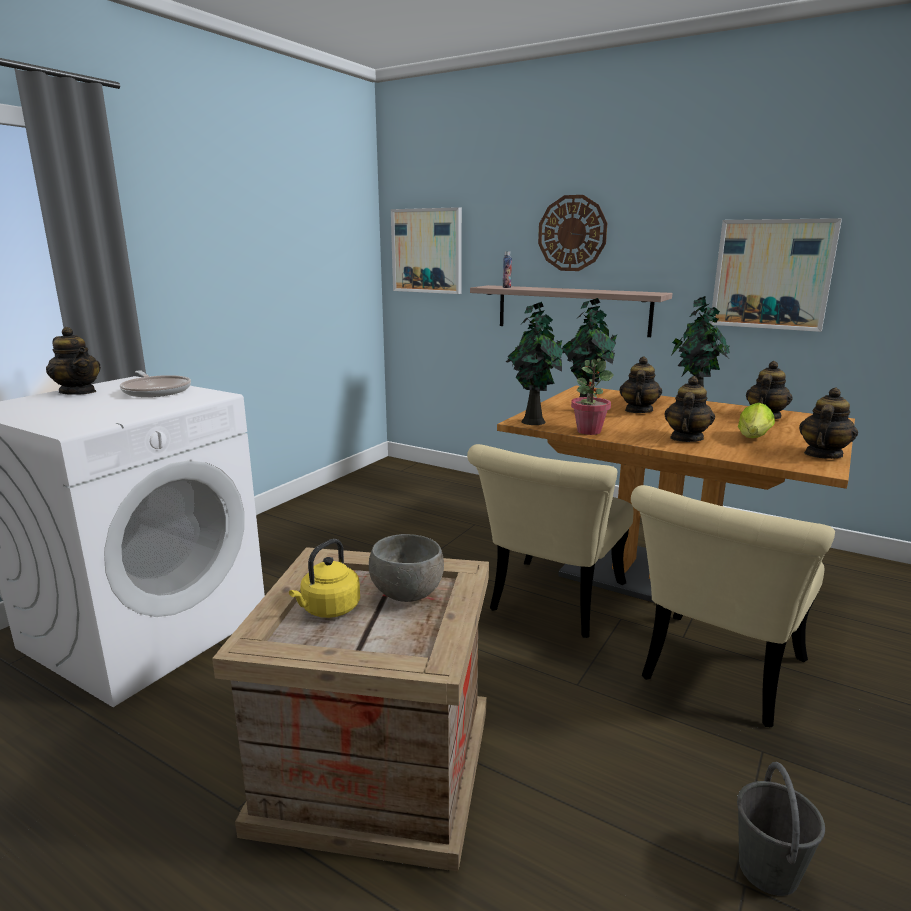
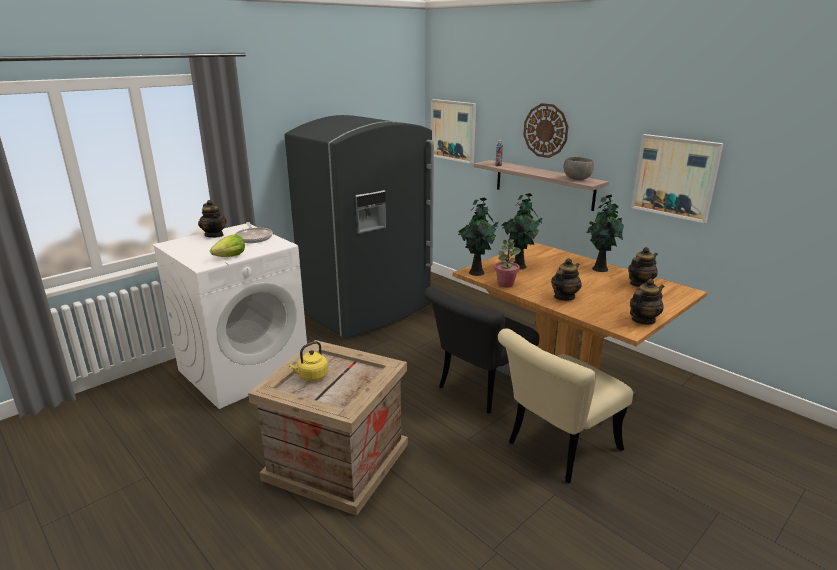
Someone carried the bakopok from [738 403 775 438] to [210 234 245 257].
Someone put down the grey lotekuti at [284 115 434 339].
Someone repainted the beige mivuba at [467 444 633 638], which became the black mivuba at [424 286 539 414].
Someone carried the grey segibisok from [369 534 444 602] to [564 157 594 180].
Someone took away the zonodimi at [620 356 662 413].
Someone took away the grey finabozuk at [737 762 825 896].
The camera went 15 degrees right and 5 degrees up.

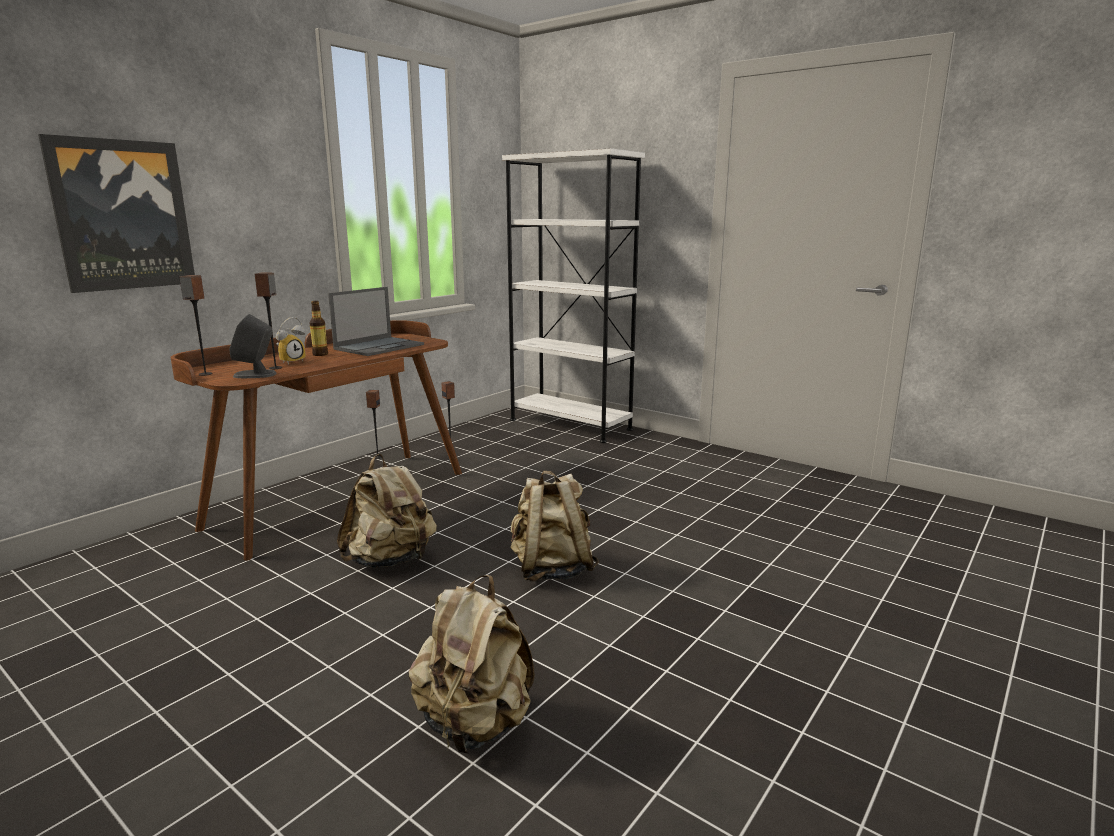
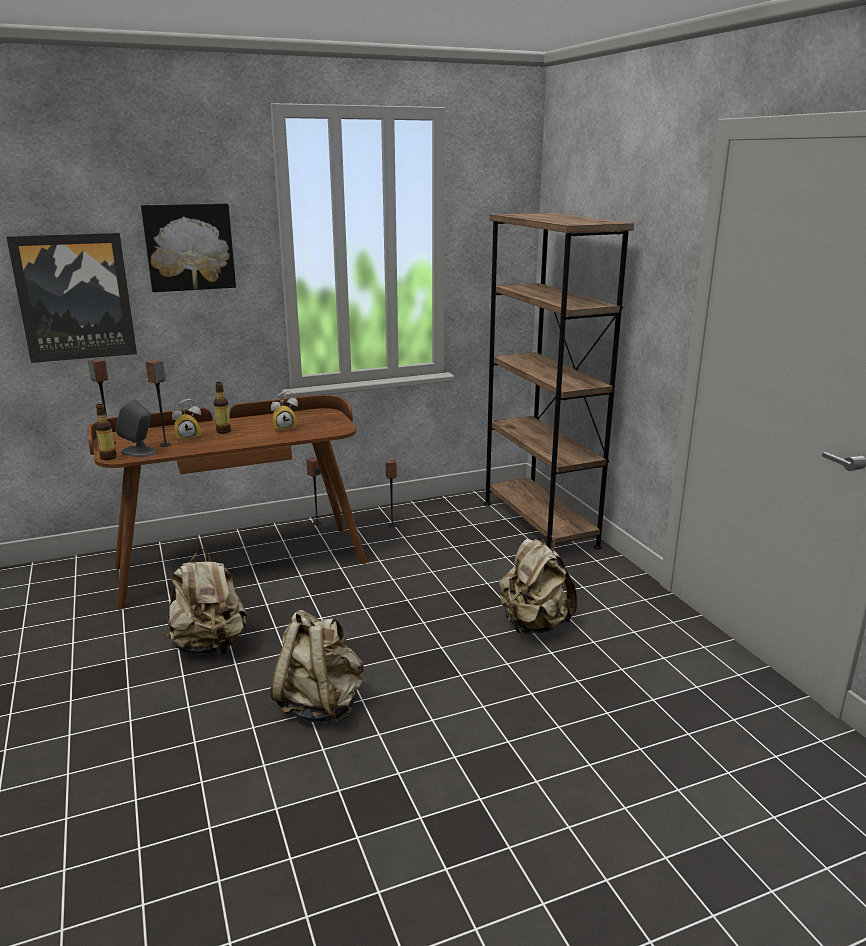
Someone put down the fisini at [95 404 117 460].
Someone put up the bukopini at [141 203 236 292].
Someone swapped the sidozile at [328 287 424 356] for the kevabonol at [271 391 298 432].
Someone repainted the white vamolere at [502 148 645 443], which became the brown vamolere at [484 213 634 550].
Someone carried the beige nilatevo from [408 575 535 754] to [499 536 577 634].
The camera went 30 degrees right and 5 degrees up.

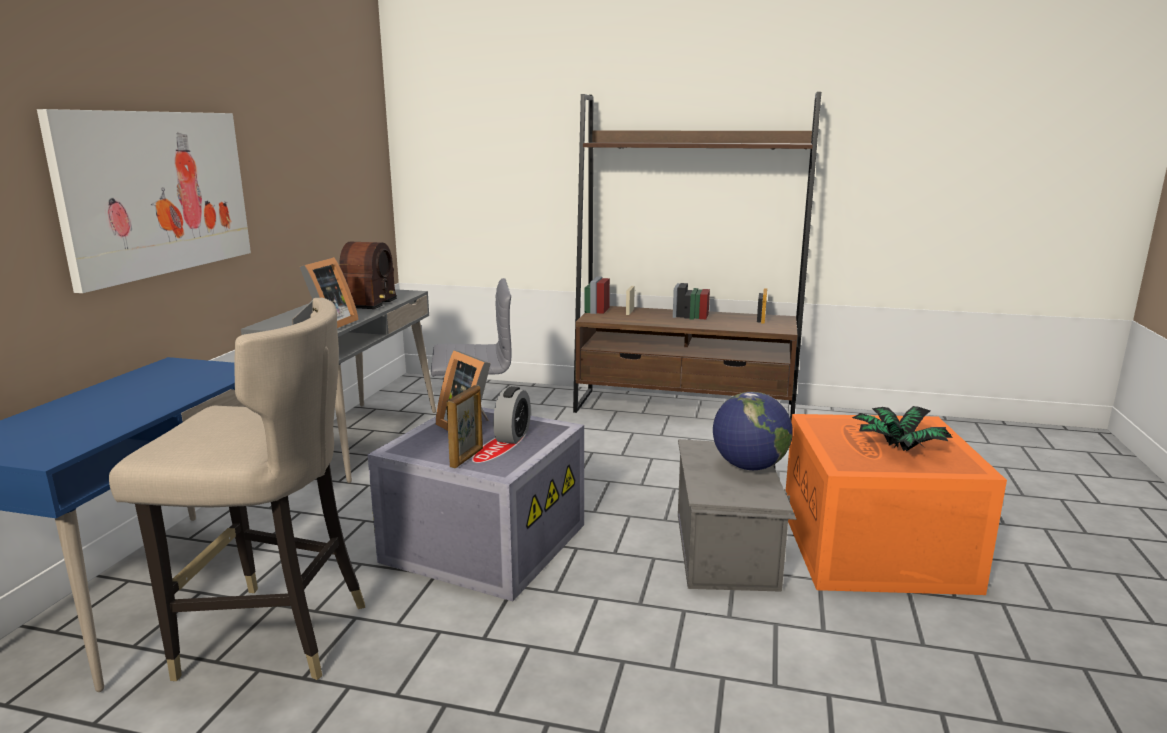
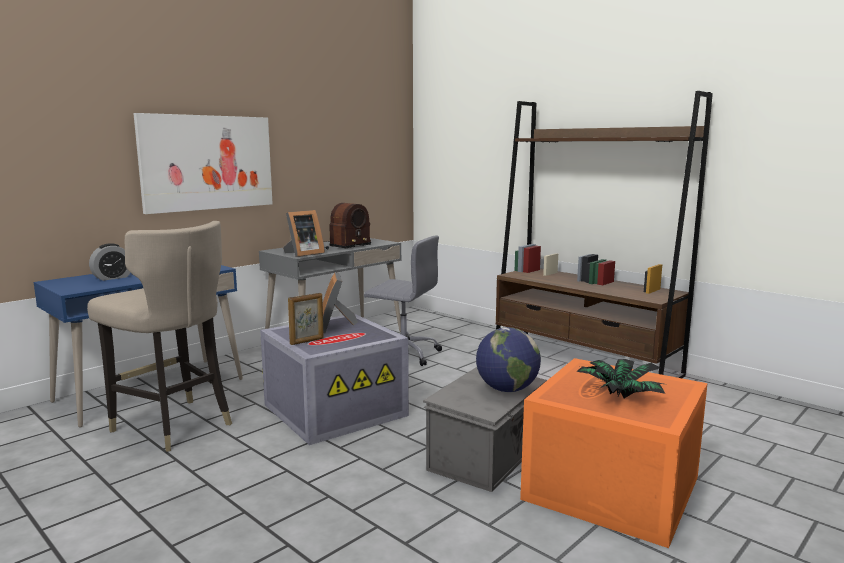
Someone carried the kevabonol from [493 386 531 444] to [89 243 130 281].
The camera went 30 degrees right and 5 degrees down.

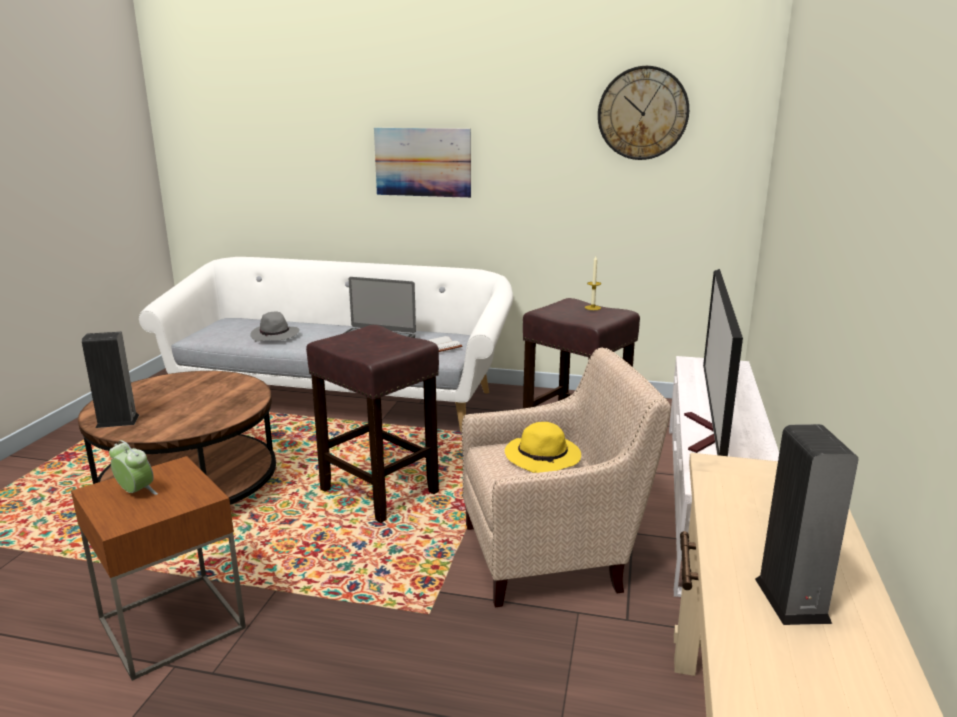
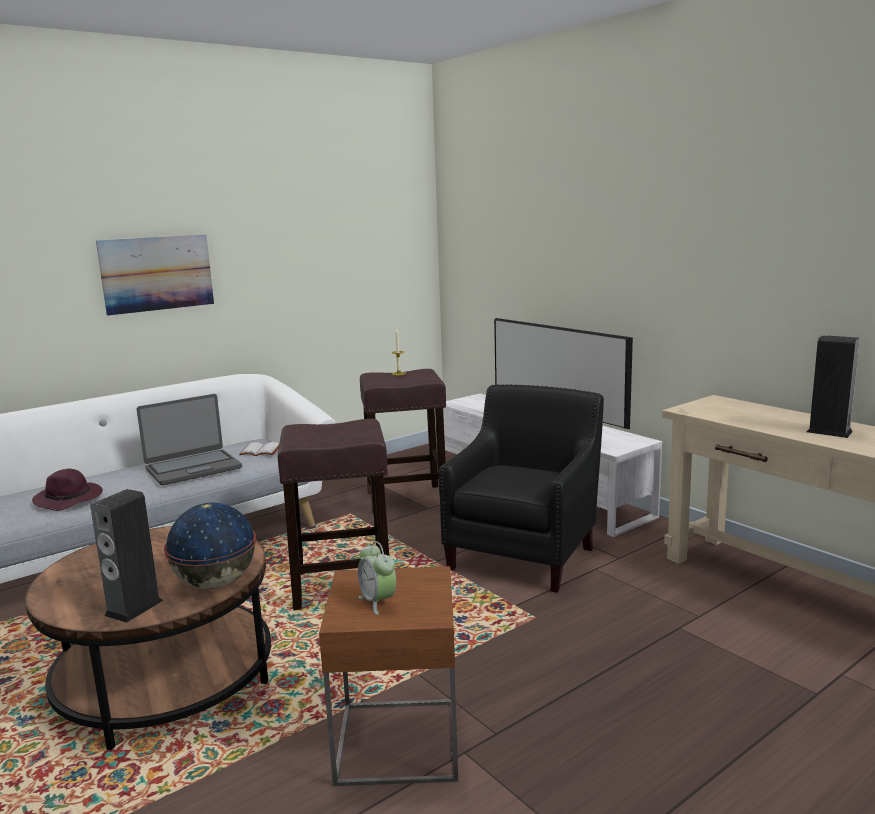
Someone repainted the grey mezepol at [250 311 299 342], which became the purple mezepol at [32 469 103 511].
Someone put down the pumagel at [164 502 256 589].
Someone rotated the kevabonol at [109 440 158 495] by 105 degrees counterclockwise.
Someone repainted the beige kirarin at [461 347 671 608], which became the black kirarin at [439 384 604 593].
Someone took away the yellow mezepol at [505 422 581 473].
Someone took away the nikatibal at [598 66 689 160].
The camera went 50 degrees left and 5 degrees down.

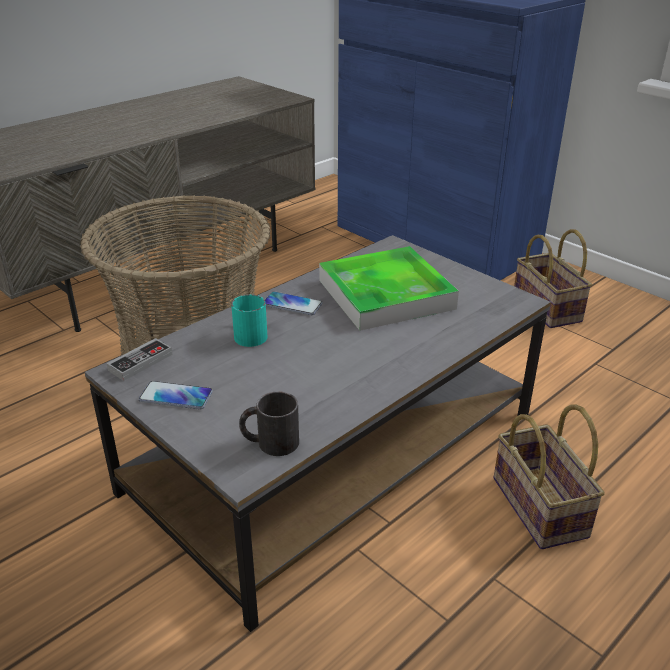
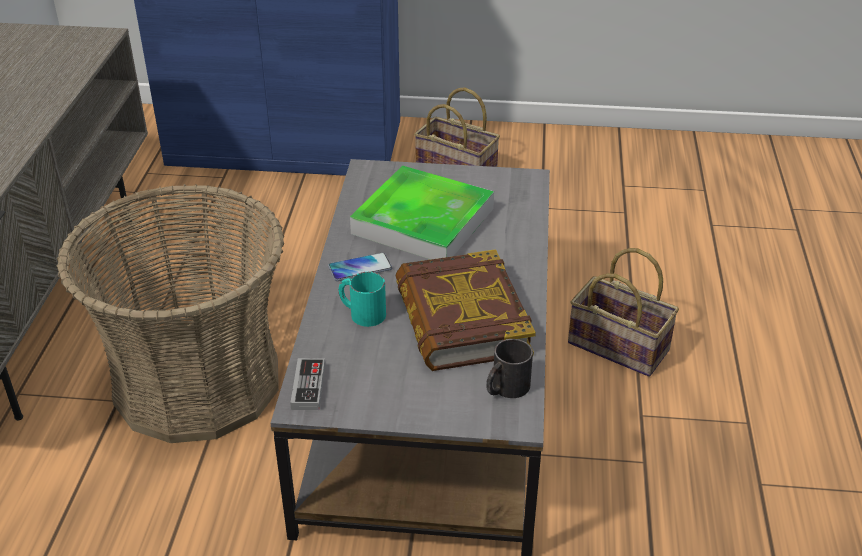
Someone put down the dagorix at [396 249 536 371].
Someone took away the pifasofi at [139 381 213 410].
The camera went 40 degrees left and 5 degrees up.

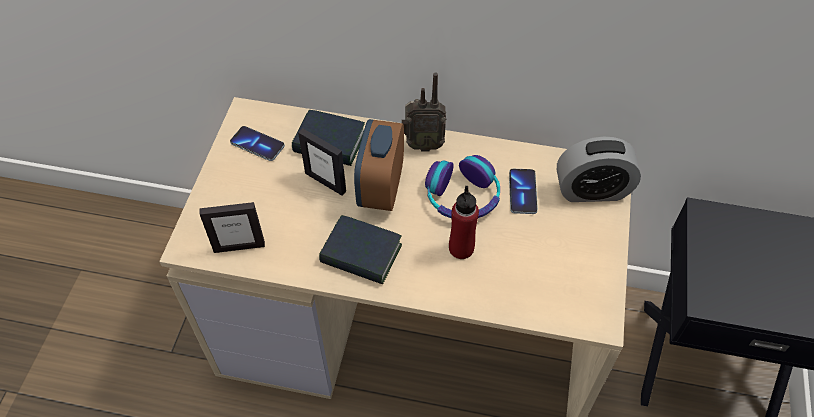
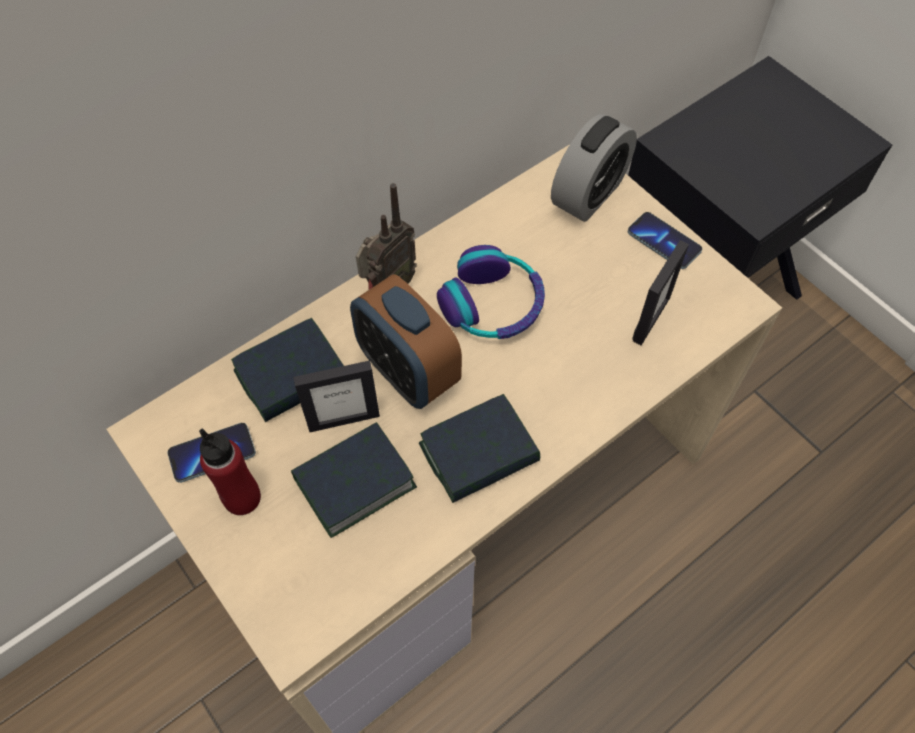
Someone carried the red fisini from [449 186 479 259] to [199 428 261 515].
Someone put down the dagorix at [291 422 417 538].
Someone carried the pifasofi from [509 169 538 214] to [628 212 702 269].
Someone carried the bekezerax from [200 202 265 253] to [632 240 689 345].
The camera went 50 degrees left and 5 degrees up.

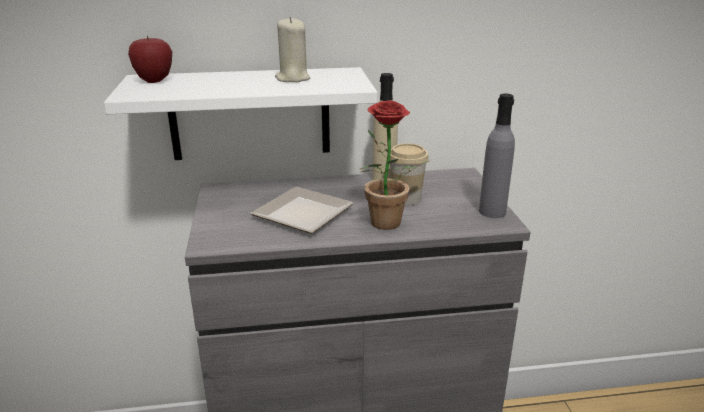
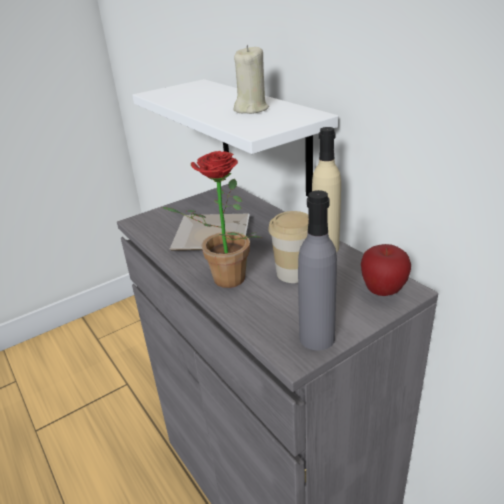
Someone carried the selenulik from [128 36 172 83] to [361 244 411 296].
The camera went 65 degrees right and 5 degrees up.

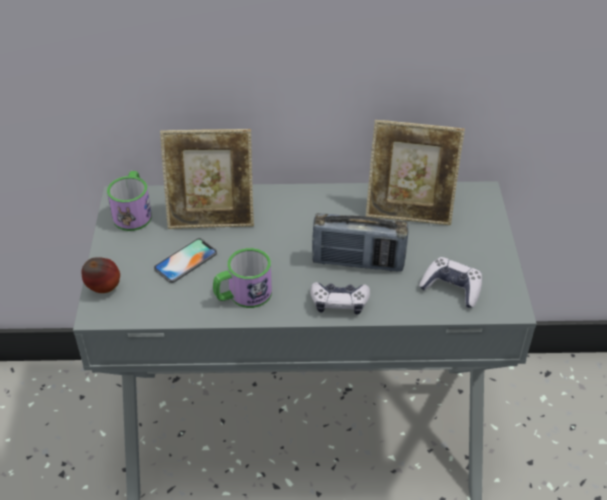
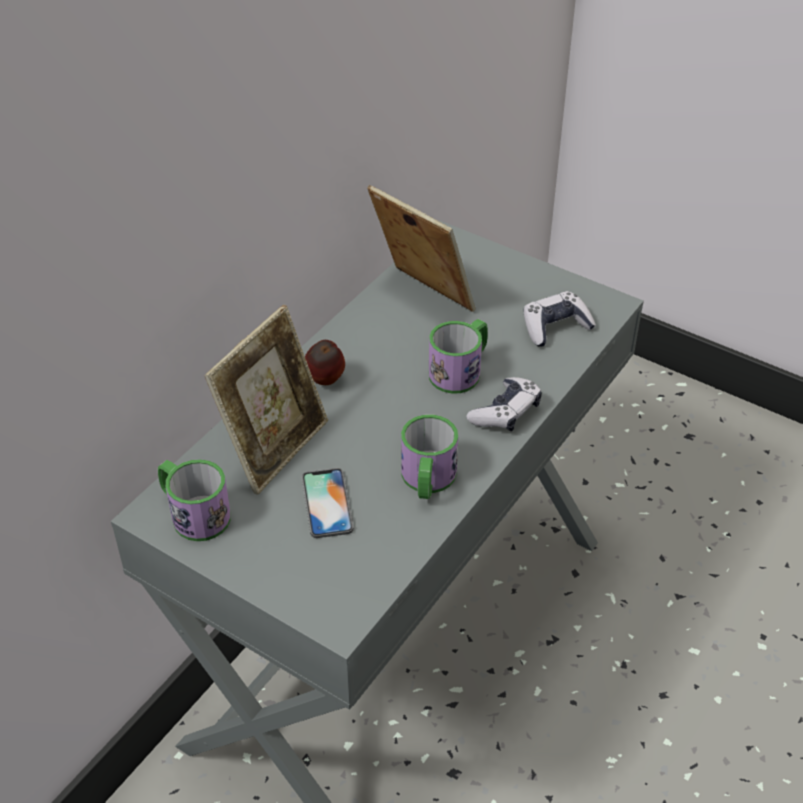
Someone carried the selenulik from [81 257 120 293] to [305 340 345 385].
Someone rotated the bekezerax at [366 120 465 225] by 90 degrees counterclockwise.
Someone swapped the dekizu at [312 213 408 271] for the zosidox at [429 319 488 394].
The camera went 55 degrees left and 0 degrees up.

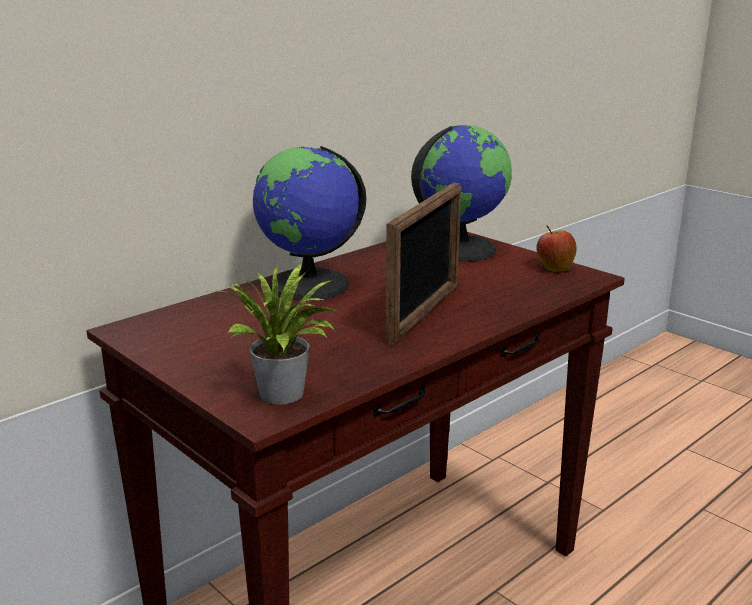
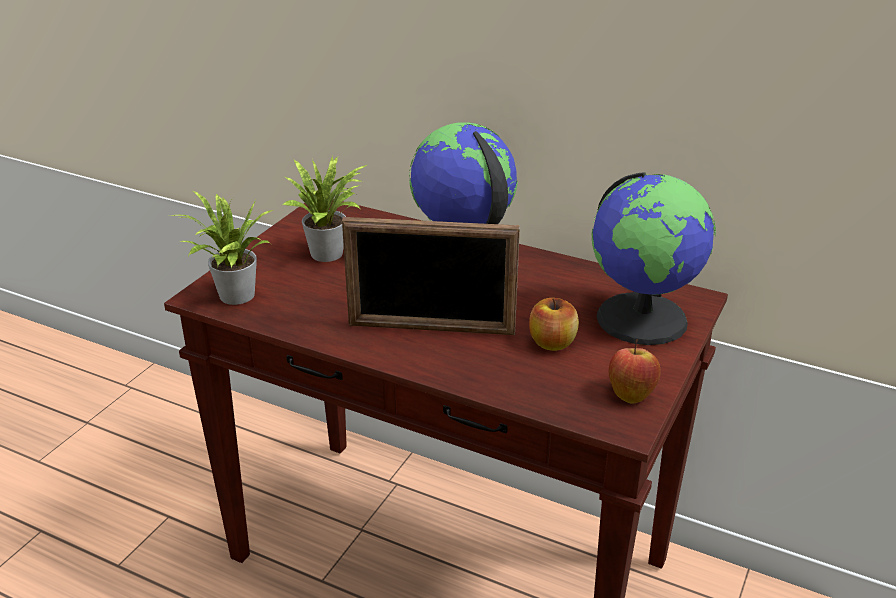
Someone put down the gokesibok at [282 156 367 262].
Someone put down the selenulik at [529 298 579 351].
The camera went 70 degrees right and 10 degrees up.

